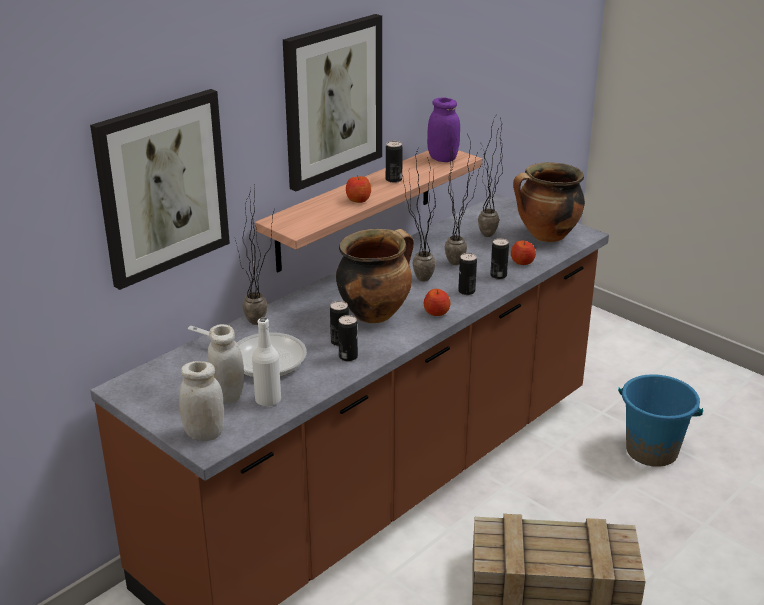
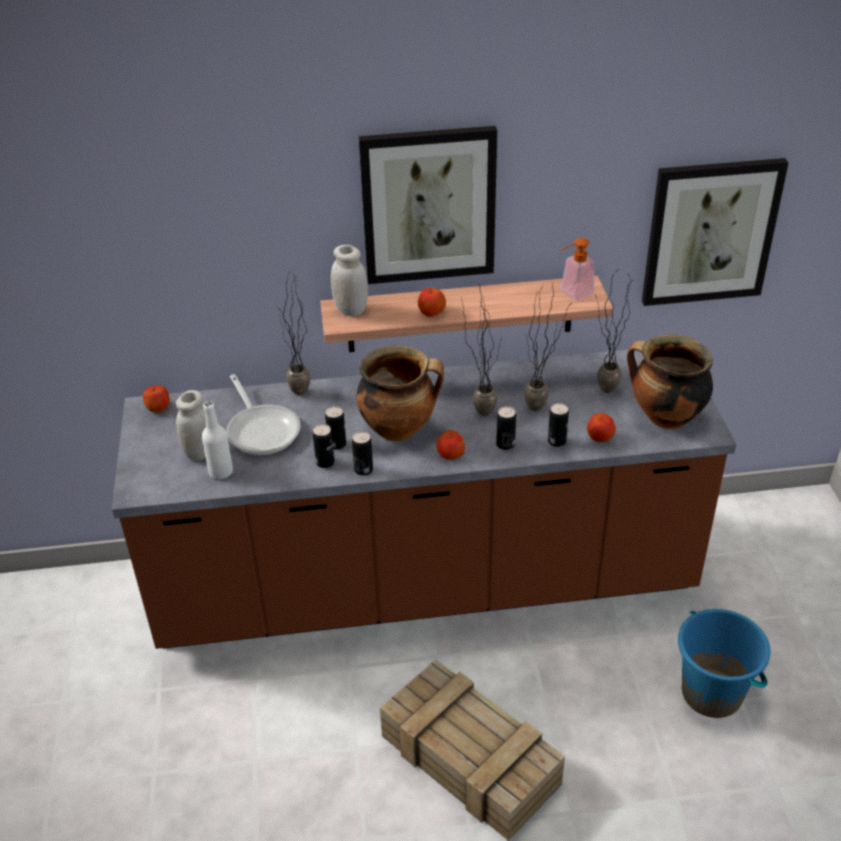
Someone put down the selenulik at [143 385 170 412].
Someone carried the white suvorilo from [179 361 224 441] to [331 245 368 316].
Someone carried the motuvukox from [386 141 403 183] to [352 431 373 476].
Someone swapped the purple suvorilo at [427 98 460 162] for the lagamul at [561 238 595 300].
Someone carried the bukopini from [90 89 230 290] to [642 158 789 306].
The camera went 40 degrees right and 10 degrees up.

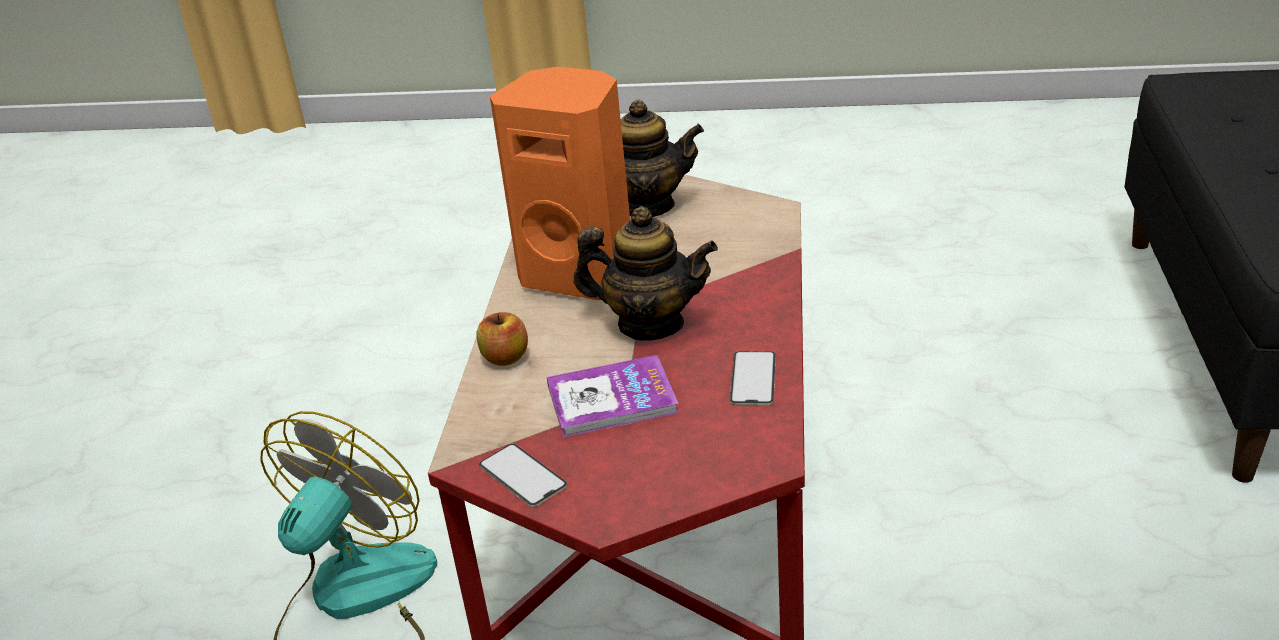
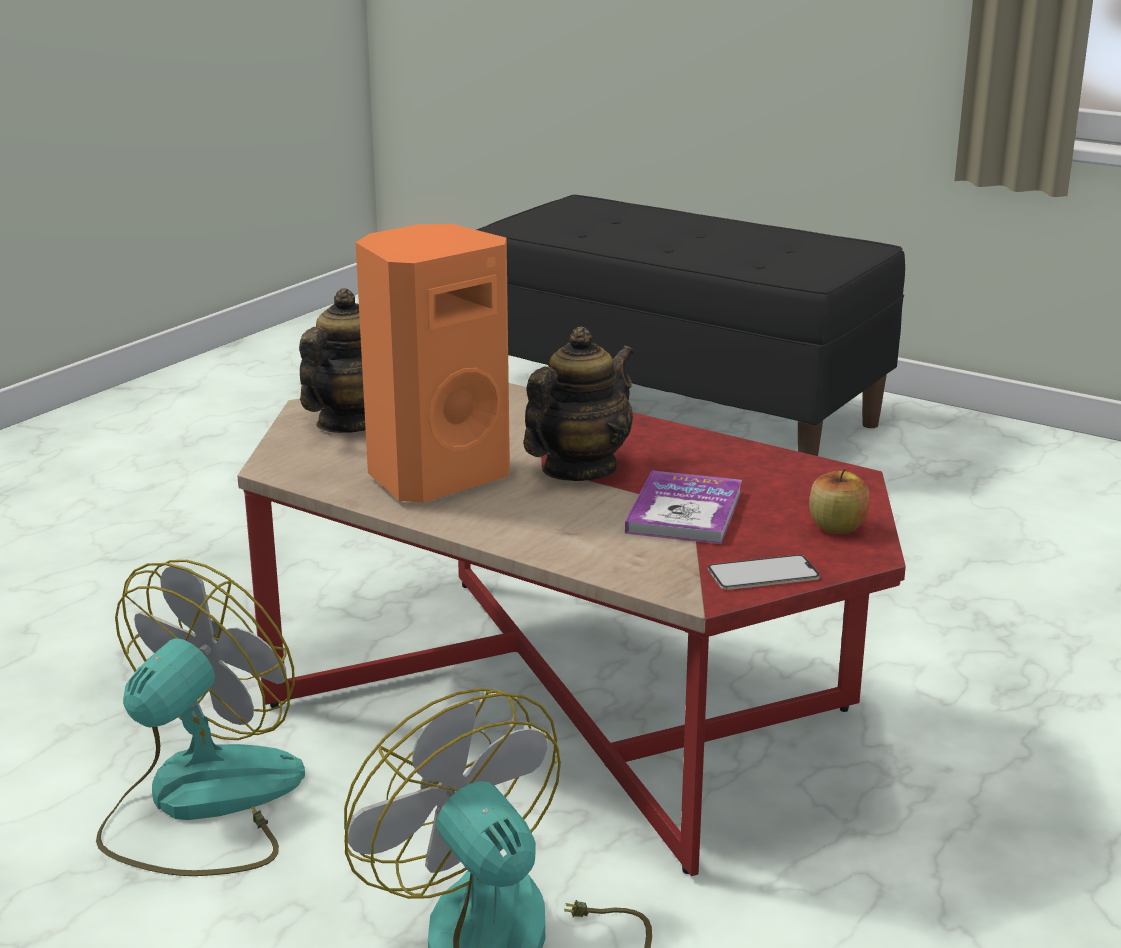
Someone put down the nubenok at [96 560 305 876].
Someone carried the selenulik from [476 312 528 366] to [809 468 870 534].
Someone took away the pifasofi at [730 351 776 405].
The camera went 65 degrees left and 10 degrees down.

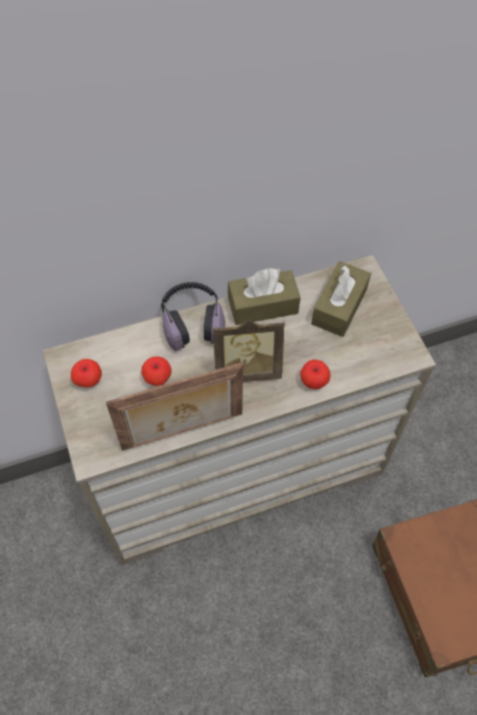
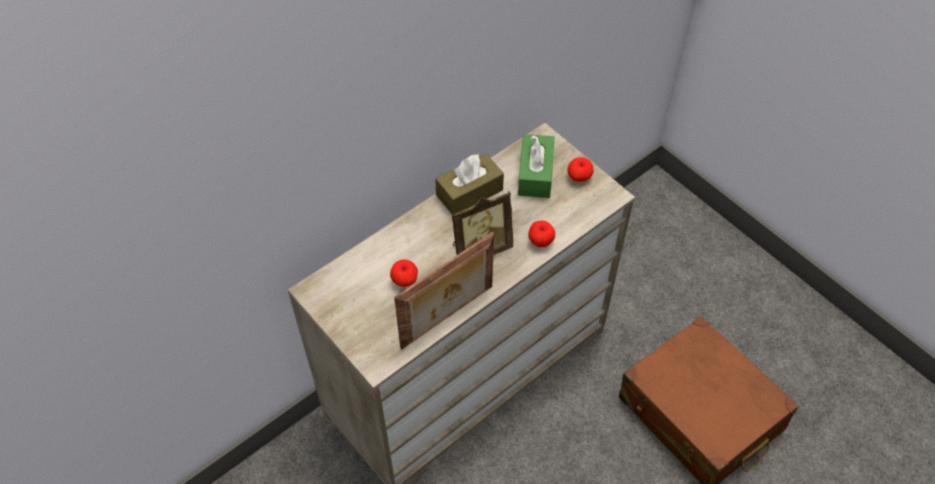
Someone repainted the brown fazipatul at [311 261 371 337], which became the green fazipatul at [518 134 555 198].
Someone carried the selenulik from [71 359 102 387] to [567 157 593 182].
Someone took away the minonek at [161 282 225 351].
The camera went 20 degrees left and 5 degrees down.

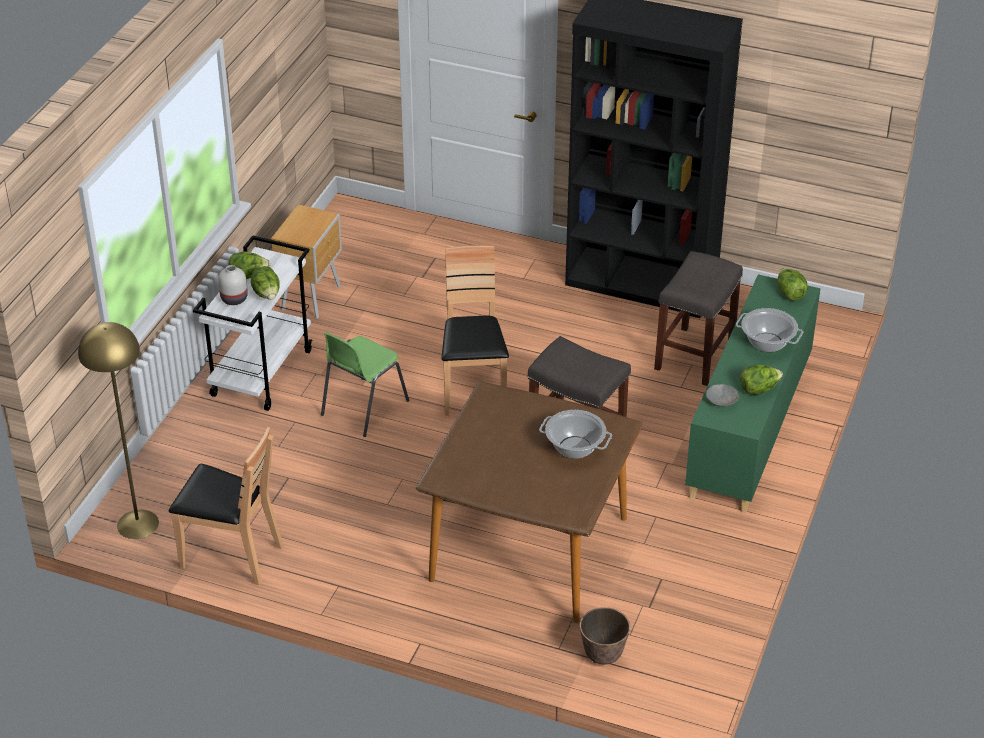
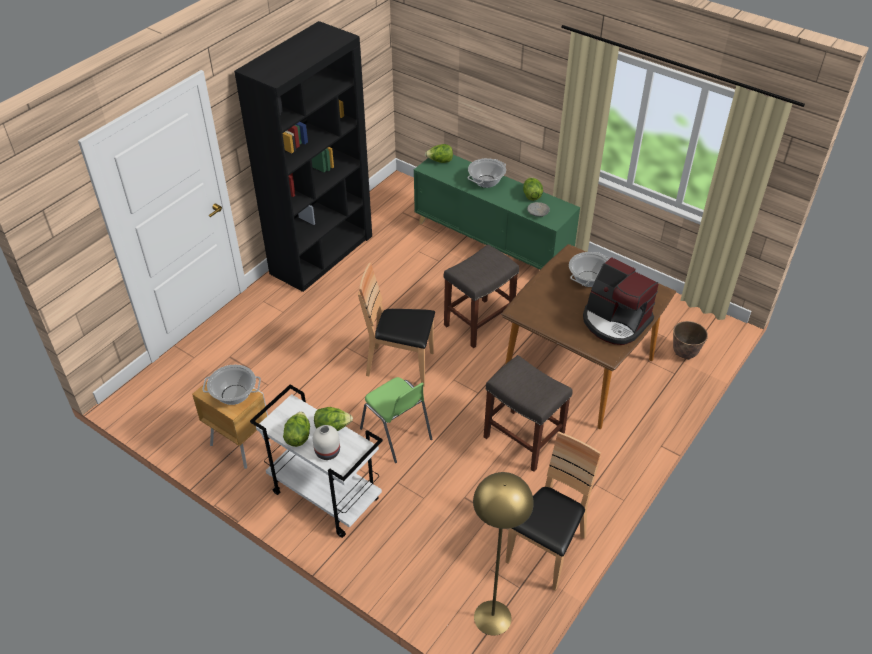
Someone put down the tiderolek at [202 365 261 405].
Someone carried the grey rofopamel from [654 251 743 386] to [484 355 573 472].
Someone put down the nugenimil at [583 257 658 345].
The camera went 75 degrees left and 5 degrees up.

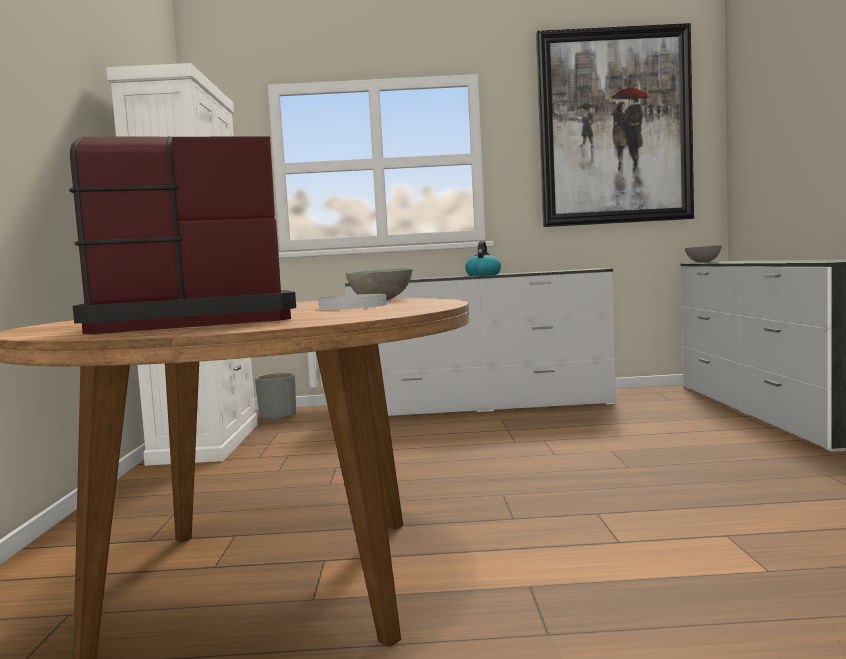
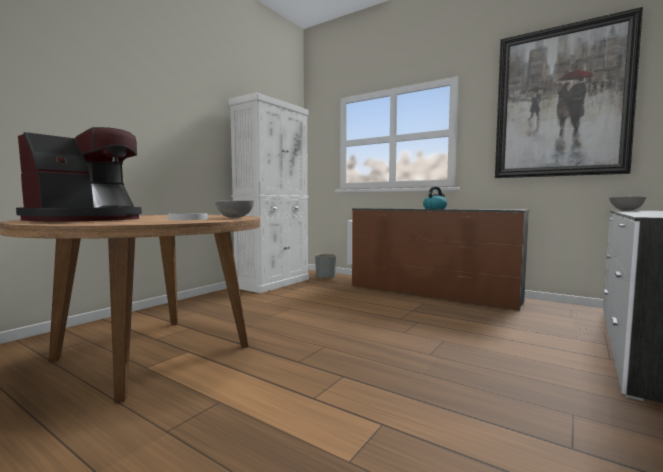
Someone rotated the nugenimil at [69 136 296 334] by 105 degrees clockwise.
Someone repainted the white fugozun at [345 269 616 416], which became the brown fugozun at [352 208 529 311].
The camera went 35 degrees right and 0 degrees up.

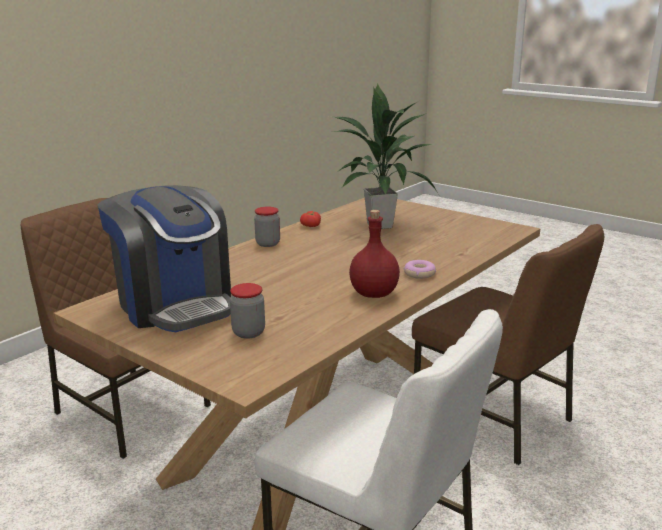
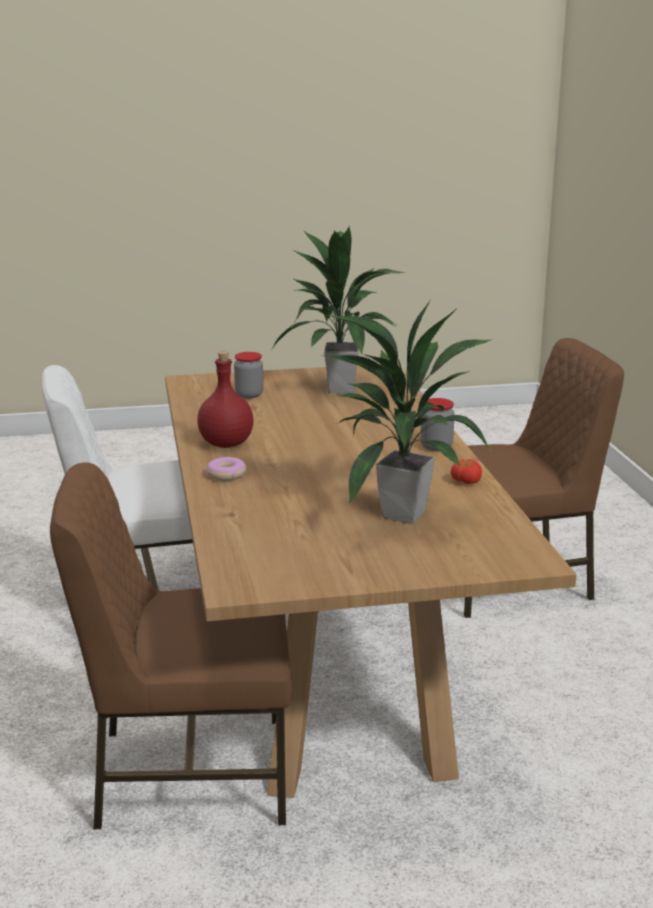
Someone swapped the nugenimil at [98 185 231 332] for the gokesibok at [271 227 406 393].
The camera went 130 degrees right and 0 degrees up.

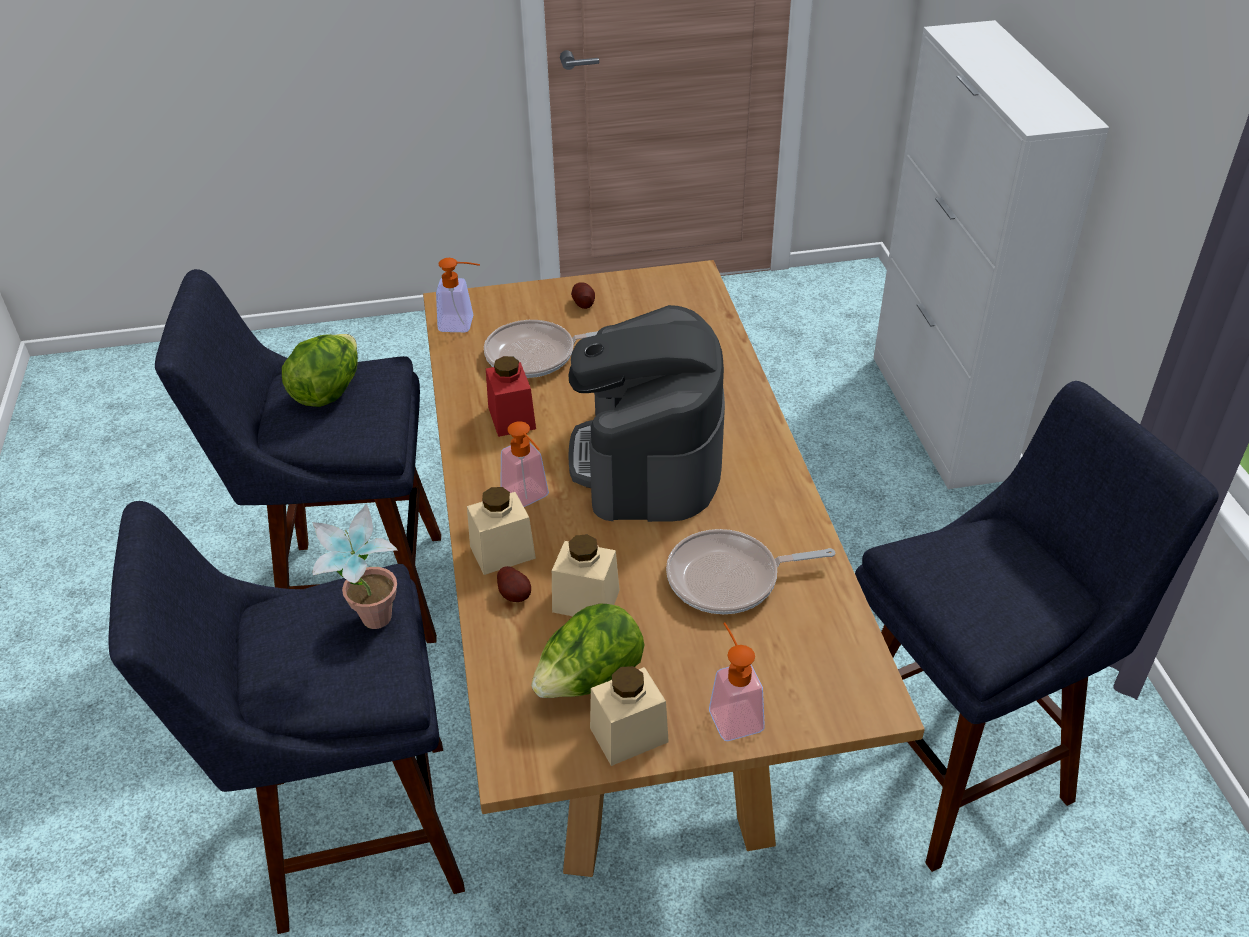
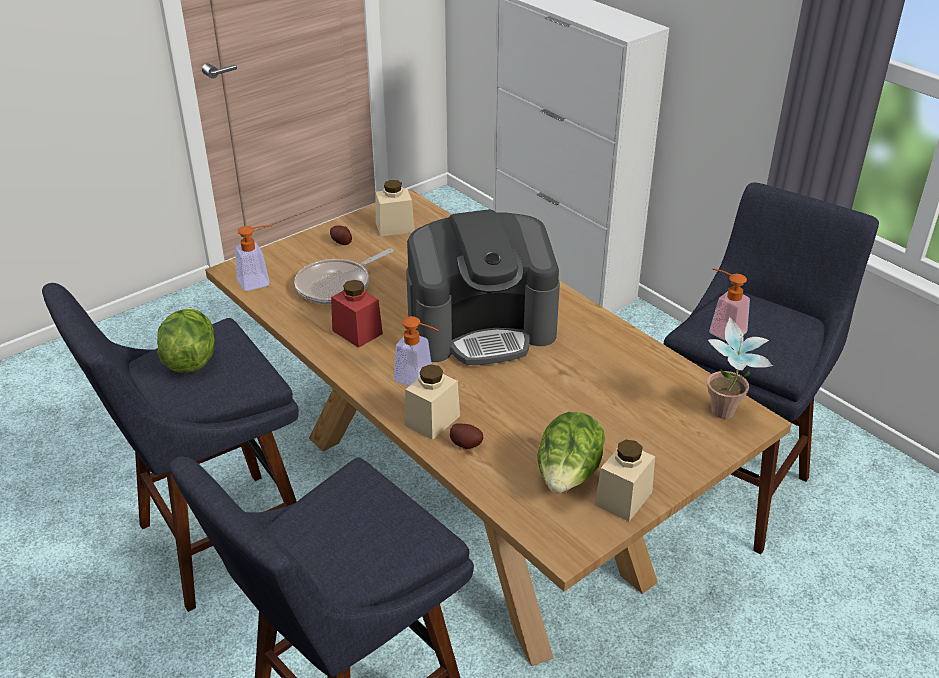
Someone carried the beige suvorilo from [552 534 620 616] to [375 180 415 237].
Someone rotated the nugenimil at [568 305 725 522] by 75 degrees counterclockwise.
Someone carried the gokesibok from [312 504 398 629] to [707 317 773 419].
Someone carried the lagamul from [709 622 765 741] to [709 268 750 341].
Someone took away the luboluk at [666 529 835 614].
The camera went 30 degrees left and 5 degrees down.

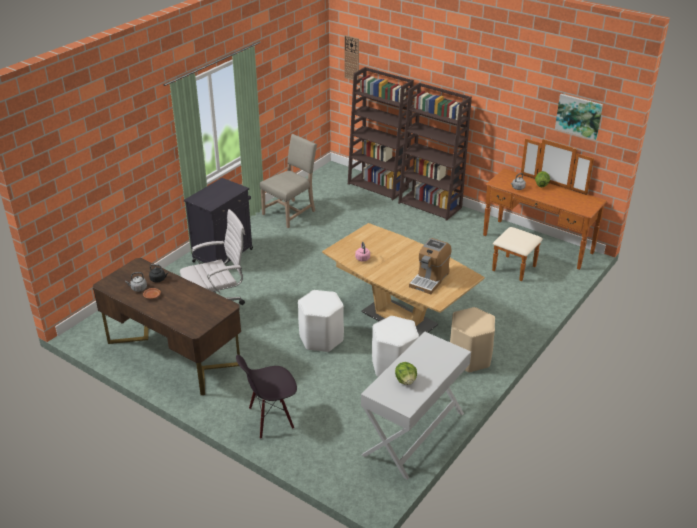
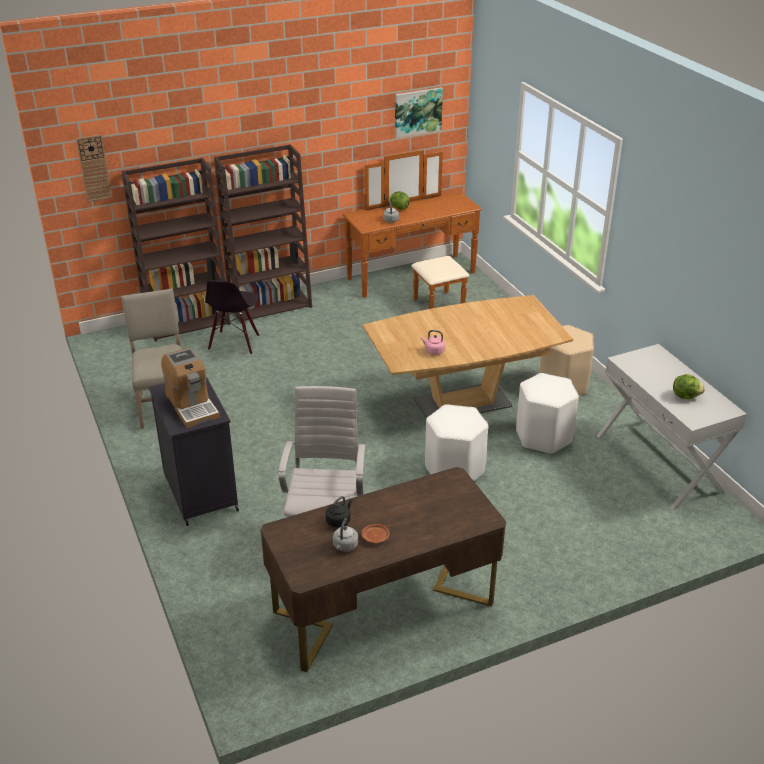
Someone carried the nugenimil from [409 238 451 294] to [161 347 220 428].
Someone carried the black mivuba from [236 355 297 439] to [205 280 259 355].
The camera went 60 degrees left and 0 degrees up.

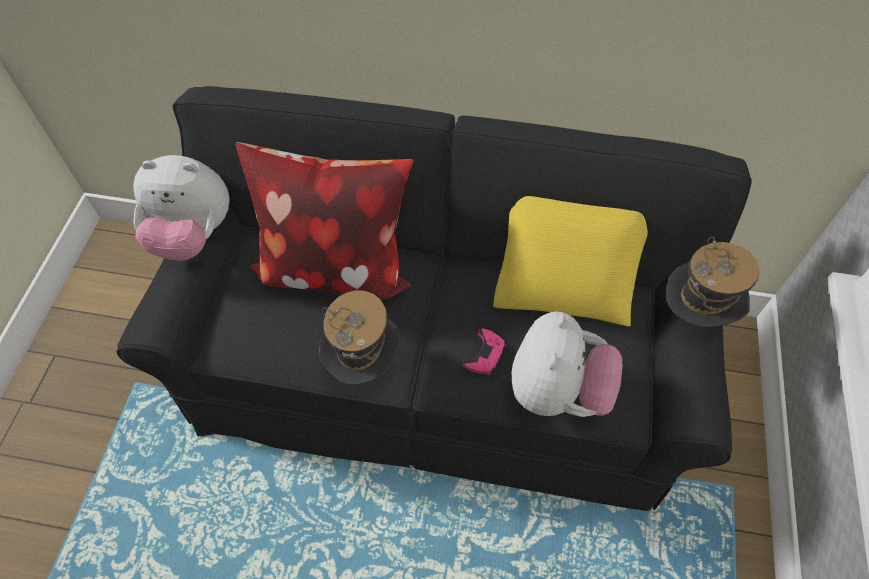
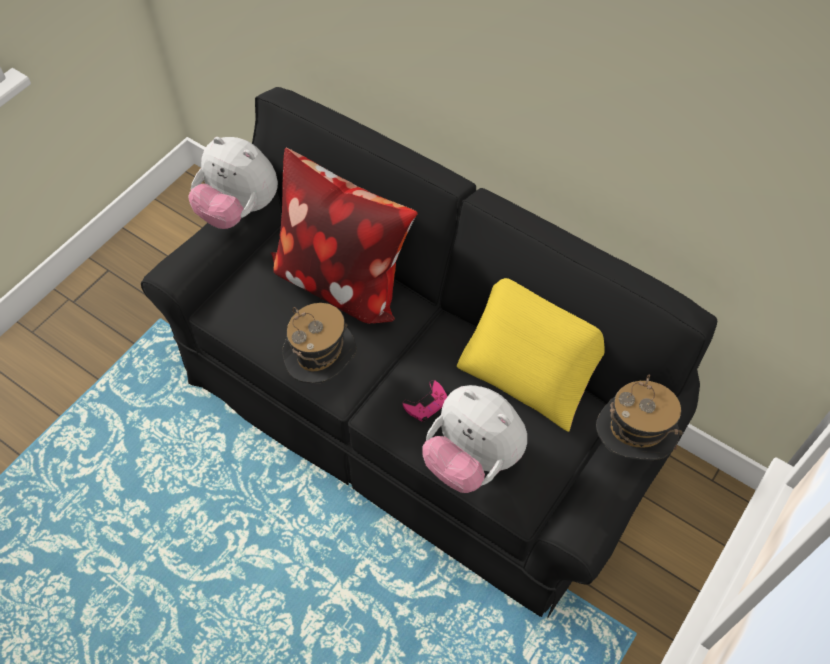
Someone rotated the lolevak at [512 311 622 417] by 90 degrees clockwise.
The camera went 25 degrees right and 0 degrees up.

